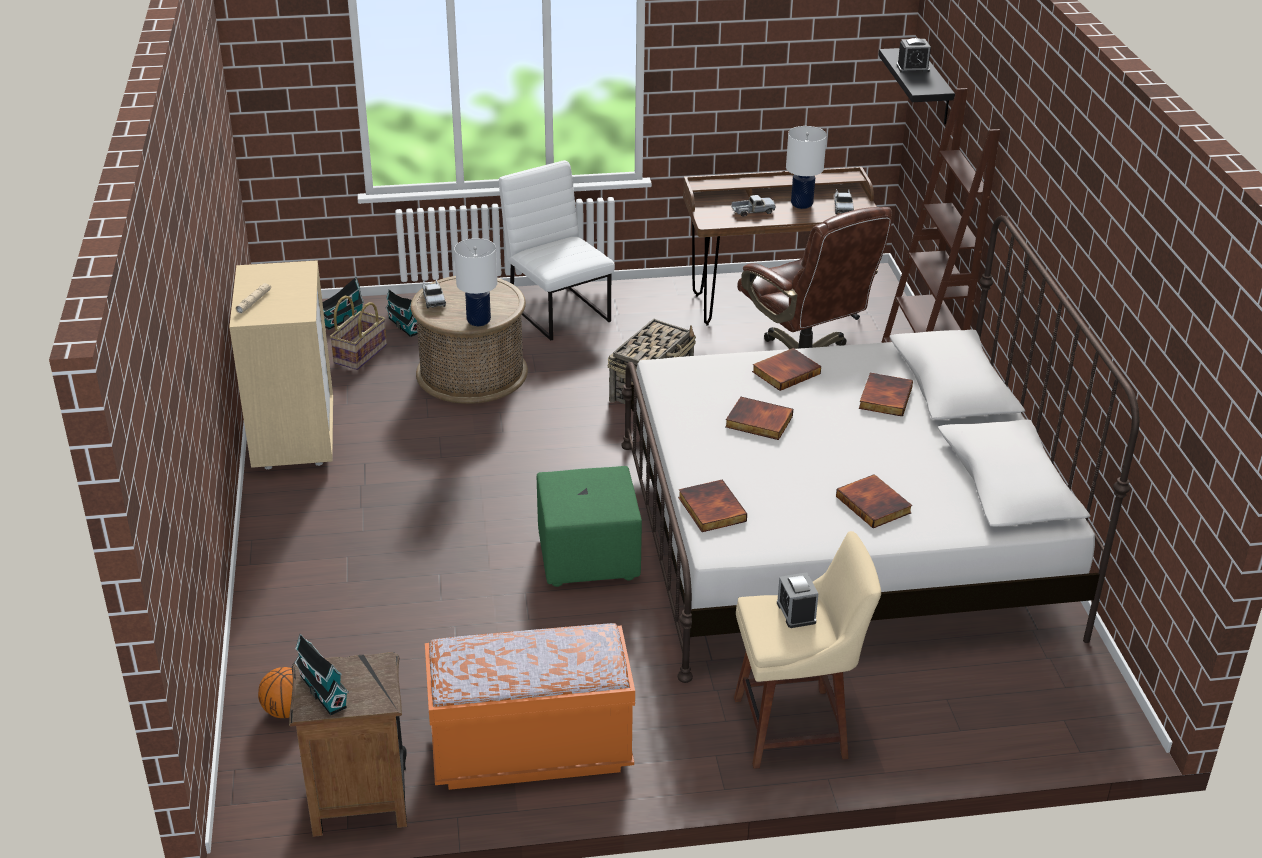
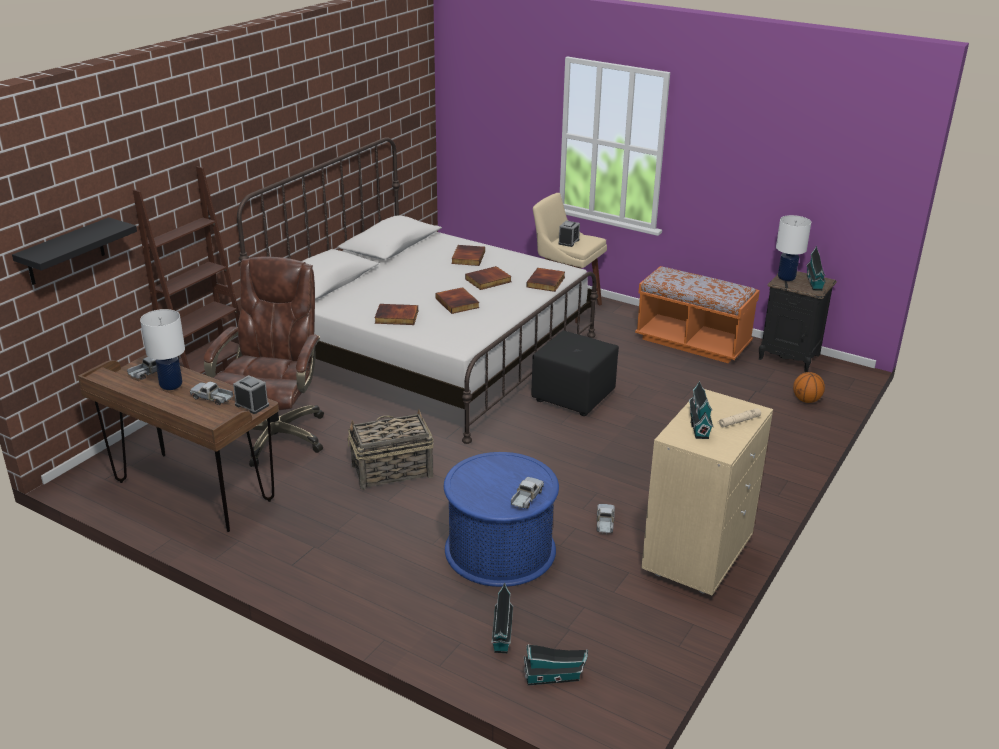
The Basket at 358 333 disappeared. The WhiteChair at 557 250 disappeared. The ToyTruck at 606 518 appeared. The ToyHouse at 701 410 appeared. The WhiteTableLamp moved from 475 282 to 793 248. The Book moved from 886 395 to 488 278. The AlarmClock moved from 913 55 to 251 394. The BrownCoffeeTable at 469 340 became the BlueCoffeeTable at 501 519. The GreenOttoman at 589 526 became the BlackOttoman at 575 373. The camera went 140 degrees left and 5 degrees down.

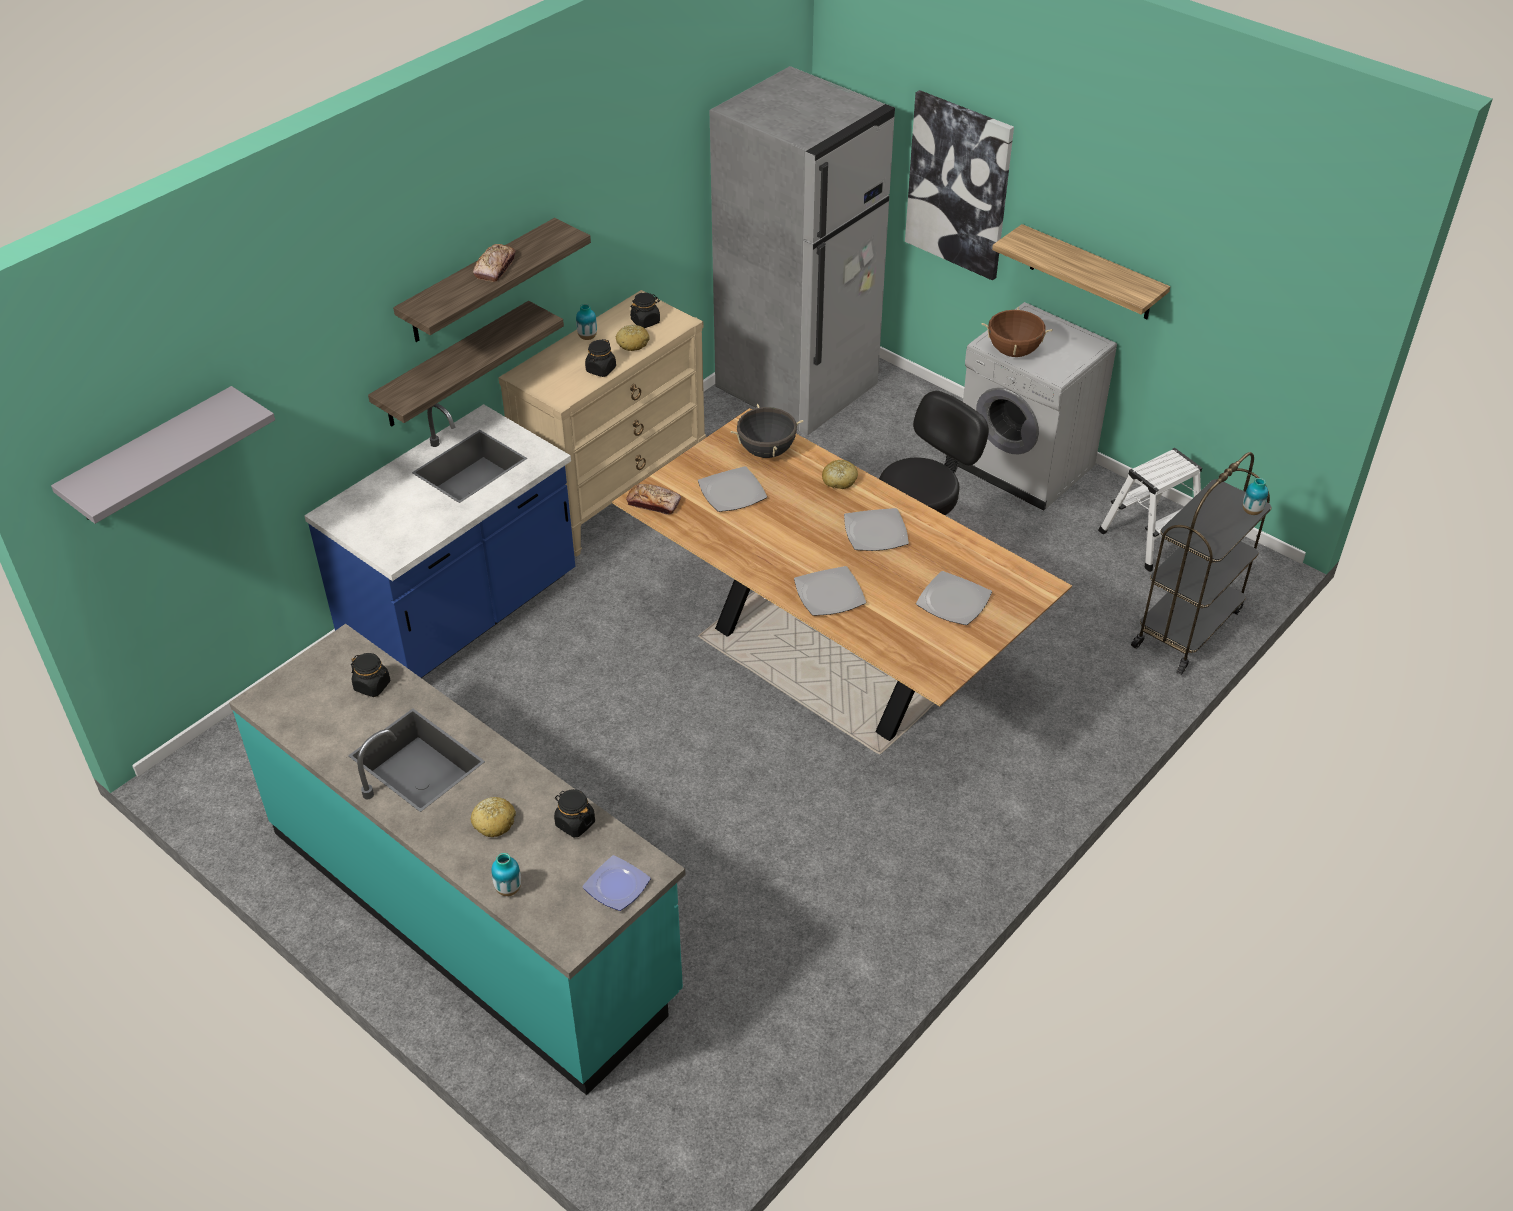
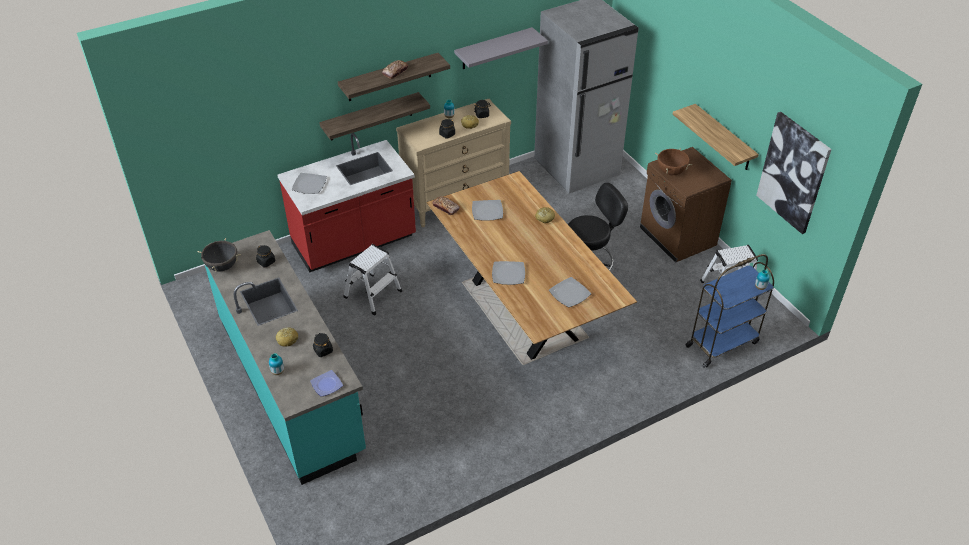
The WhiteStepLadder at 372 279 appeared. The GreyShelf moved from 163 455 to 501 48. The BlackCookingPot moved from 766 431 to 219 255. The Plate moved from 876 529 to 309 183. The Picture moved from 959 185 to 794 173. The BlueCounter at 439 540 became the RedCounter at 346 202. The WhiteWashingMachine at 1037 406 became the BrownWashingMachine at 686 205. The BlackCart at 1201 563 became the BlueCart at 729 311. The camera went 20 degrees right and 0 degrees up.

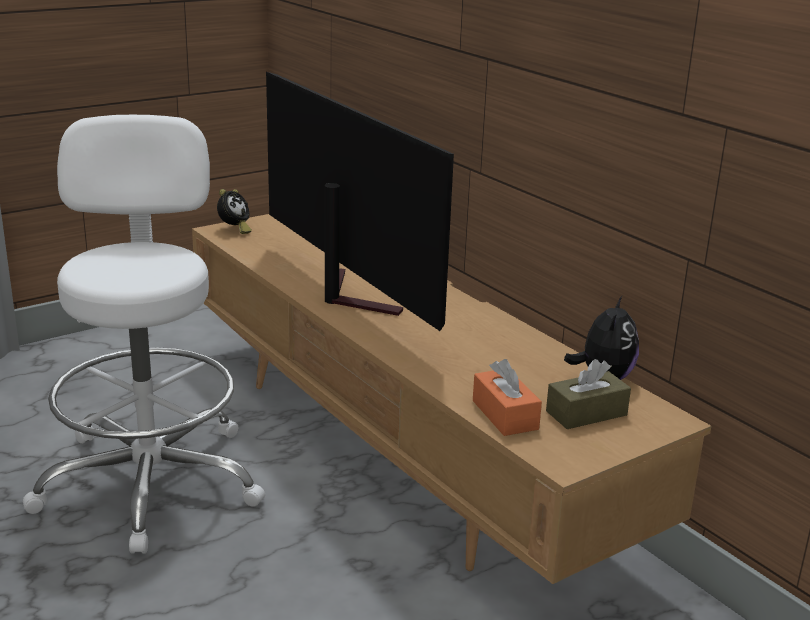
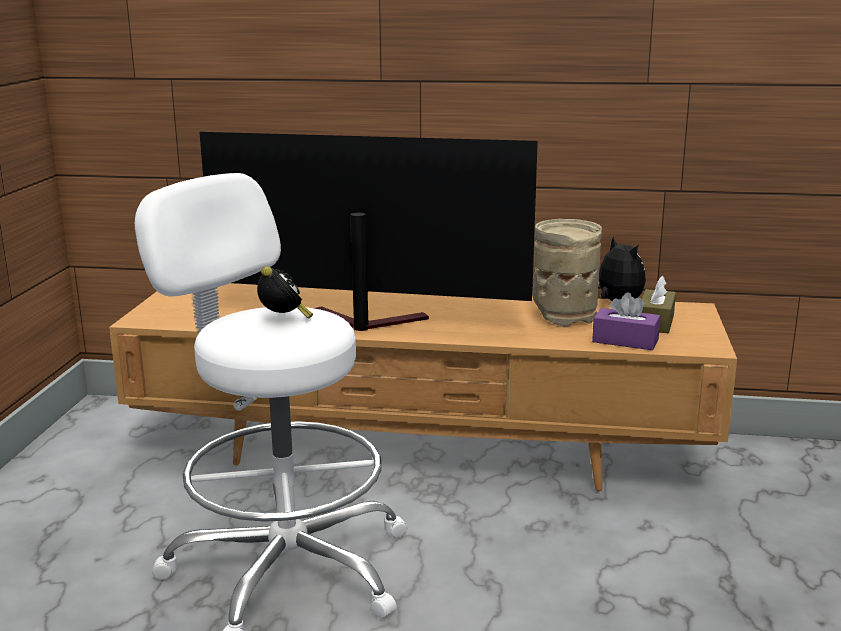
The BeigeVase at 567 273 appeared. The AlarmClock moved from 234 211 to 285 292. The OrangeTissueBox at 507 397 became the PurpleTissueBox at 626 321. The camera went 45 degrees left and 5 degrees down.

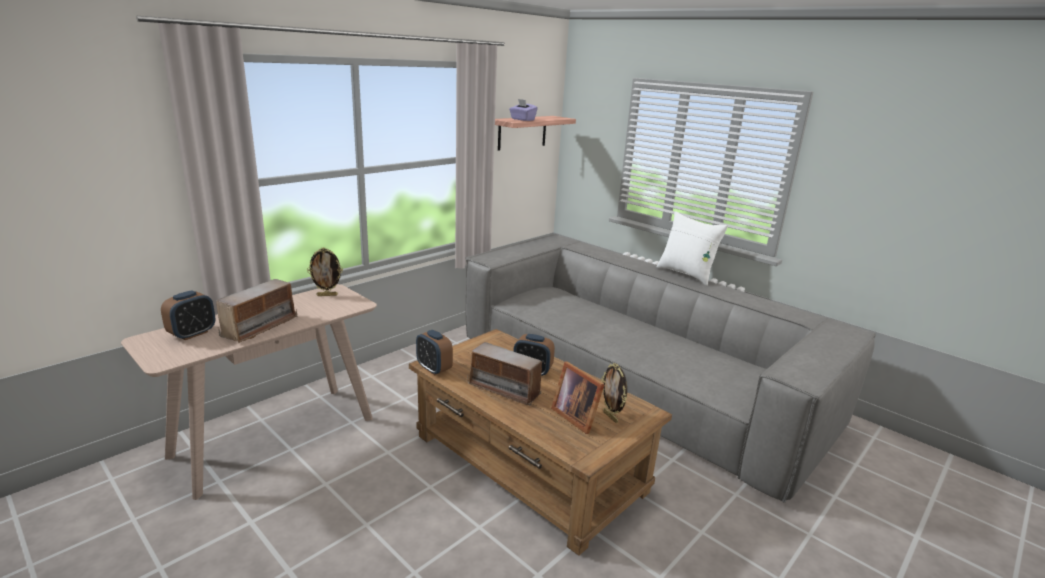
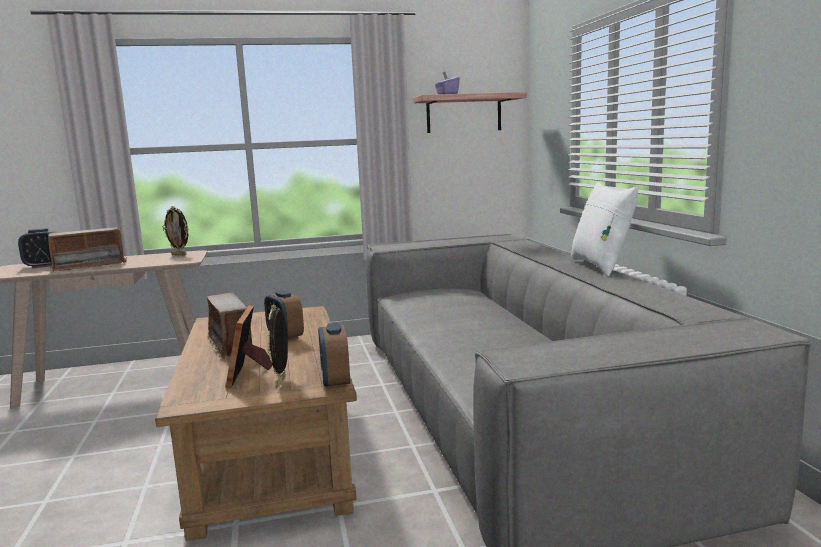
The AlarmClock moved from 434 352 to 334 356. The camera went 35 degrees right and 10 degrees down.

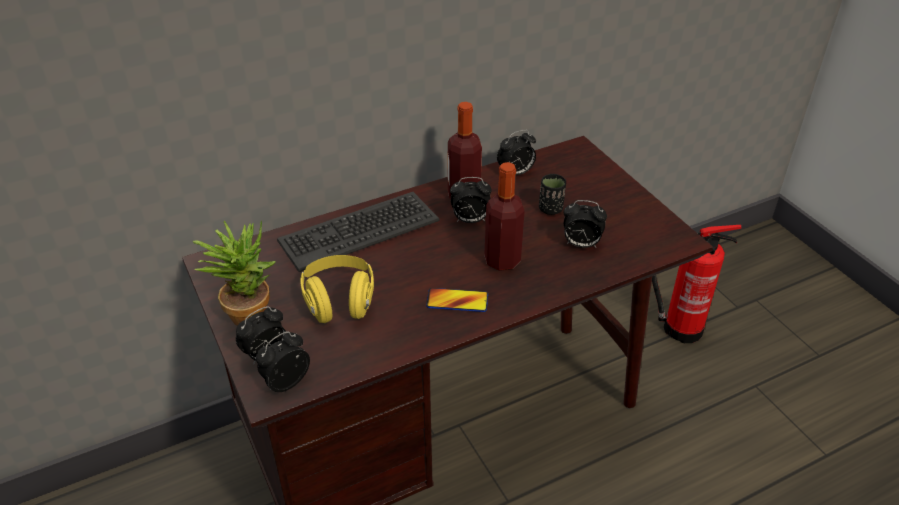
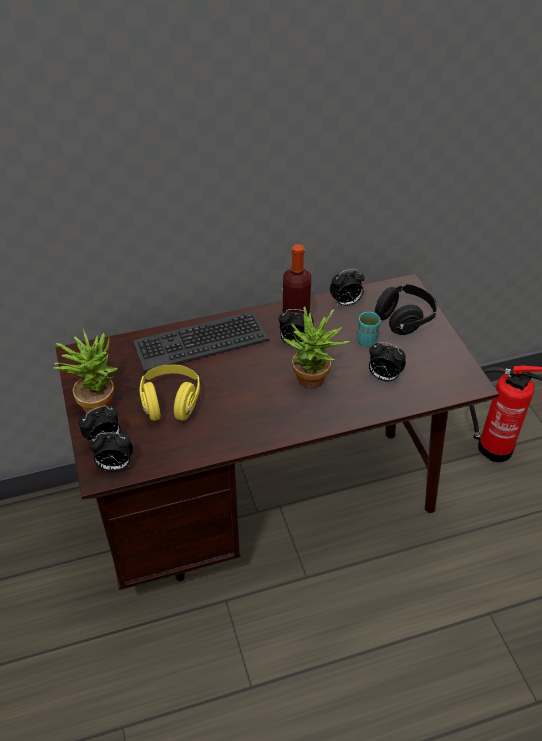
The Phone at 457 300 disappeared. The BlackHeadphones at 406 309 appeared. The Bottle at 504 216 was replaced by the PottedPlant at 316 348. The BlackCup at 552 194 became the TurquoiseCup at 369 329. The AlarmClock at 283 361 turned 150 degrees counterclockwise. The camera went 10 degrees right and 5 degrees up.

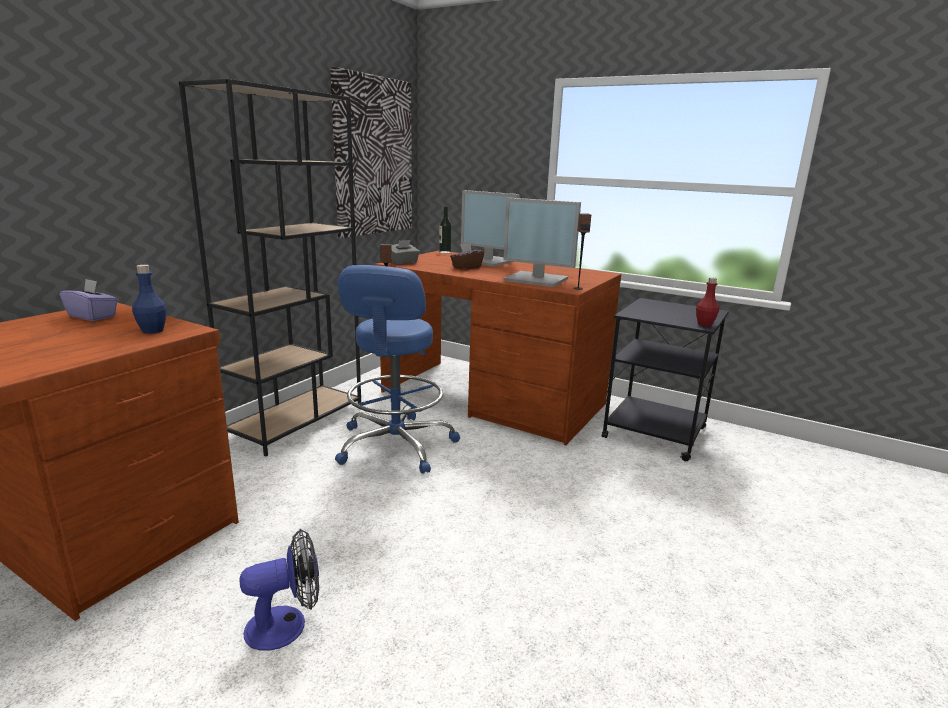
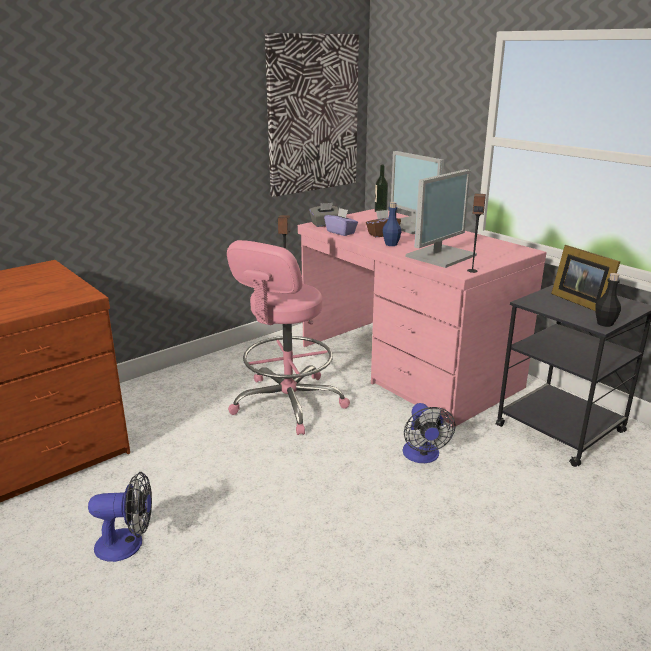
The Bookcase at 270 267 disappeared. The Fan at 429 433 appeared. The PictureFrame at 585 278 appeared. The PurpleTissueBox moved from 88 300 to 341 222. The BlueBottle moved from 149 299 to 392 224. The BlueStool at 397 369 became the PinkStool at 288 337. The BrownDesk at 498 348 became the PinkDesk at 422 318. The RedBottle at 707 301 became the BlackBottle at 608 300. The Monitor at 542 242 turned 90 degrees counterclockwise. The camera went 20 degrees right and 5 degrees up.

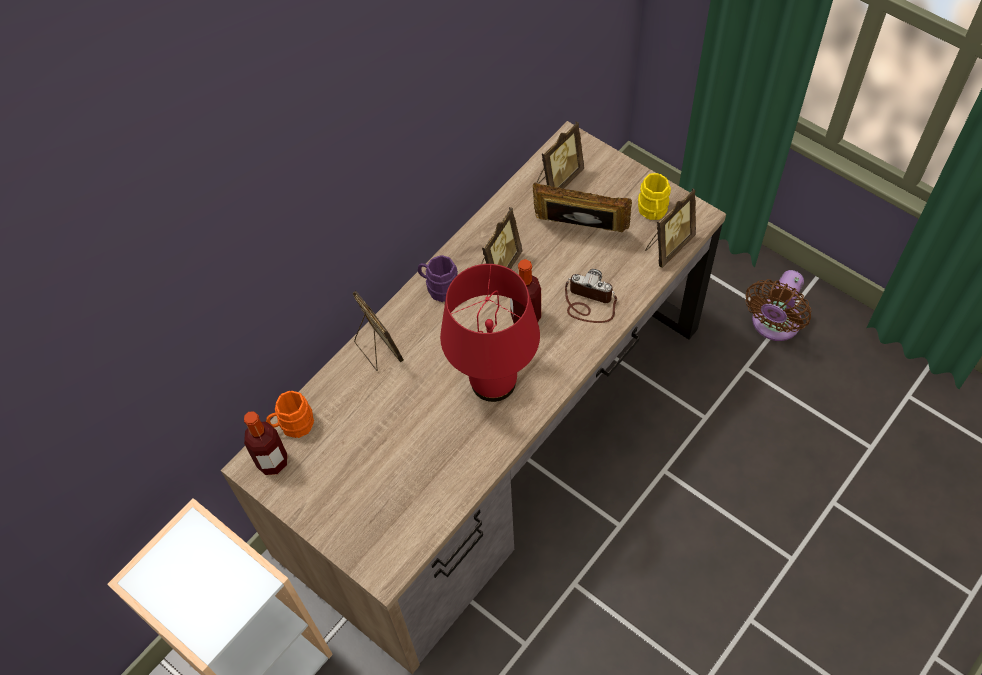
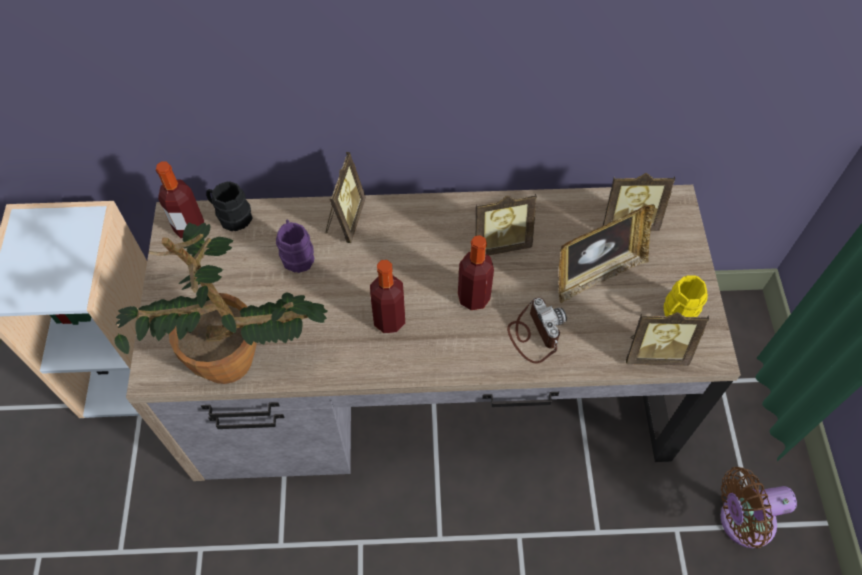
The PottedPlant at 221 303 appeared. The PurpleMug moved from 438 278 to 295 246. The RedTableLamp at 490 333 was replaced by the Bottle at 387 296. The OrangeMug at 290 414 became the BlackMug at 229 206. The PictureFrame at 582 208 turned 90 degrees clockwise. The camera went 45 degrees right and 0 degrees up.

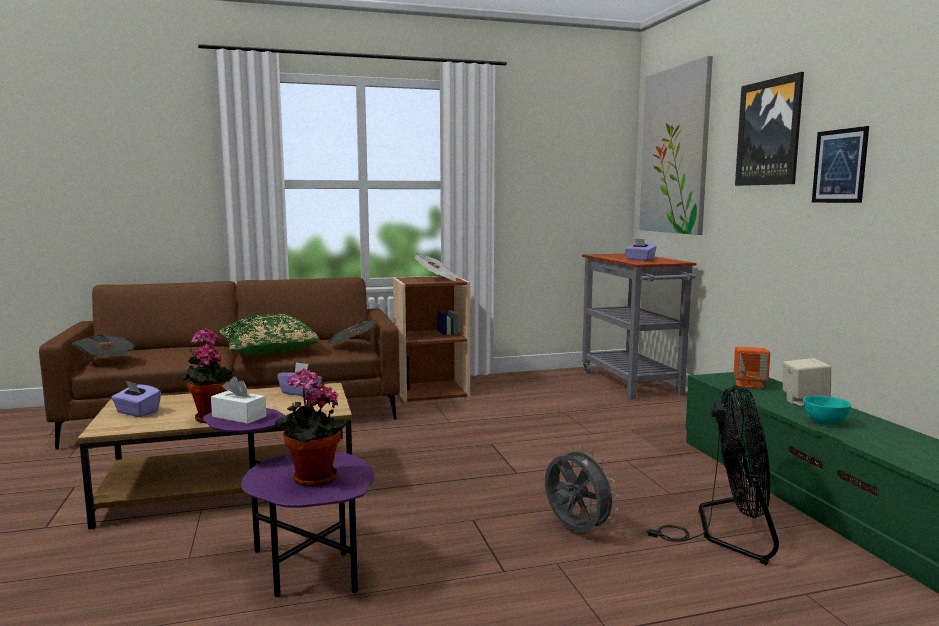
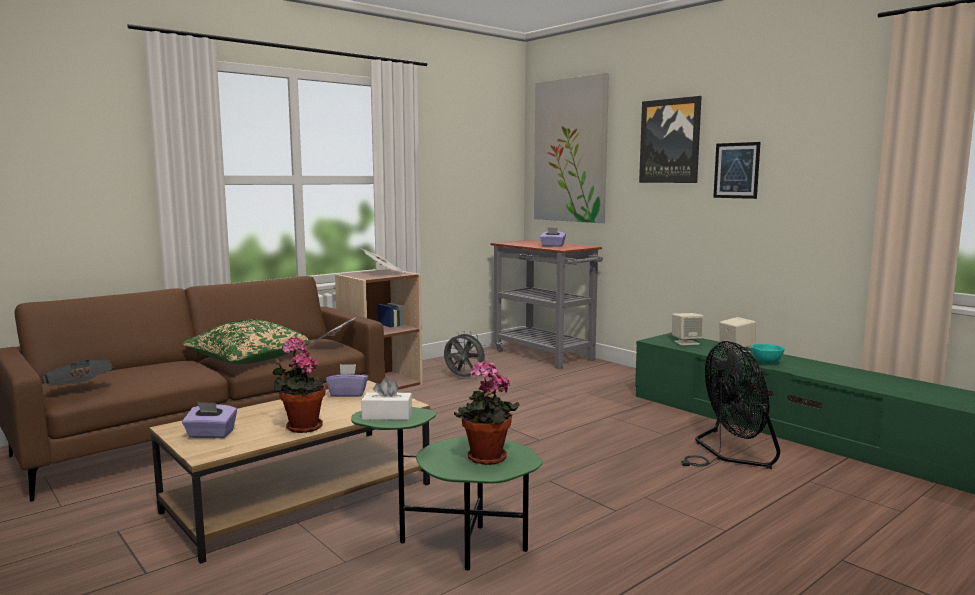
The GreyFan moved from 582 489 to 466 354. The PurpleSideTable at 289 502 became the GreenSideTable at 447 489. The OrangeSpeaker at 752 368 became the BeigeSpeaker at 688 329. The camera went 25 degrees left and 0 degrees up.

